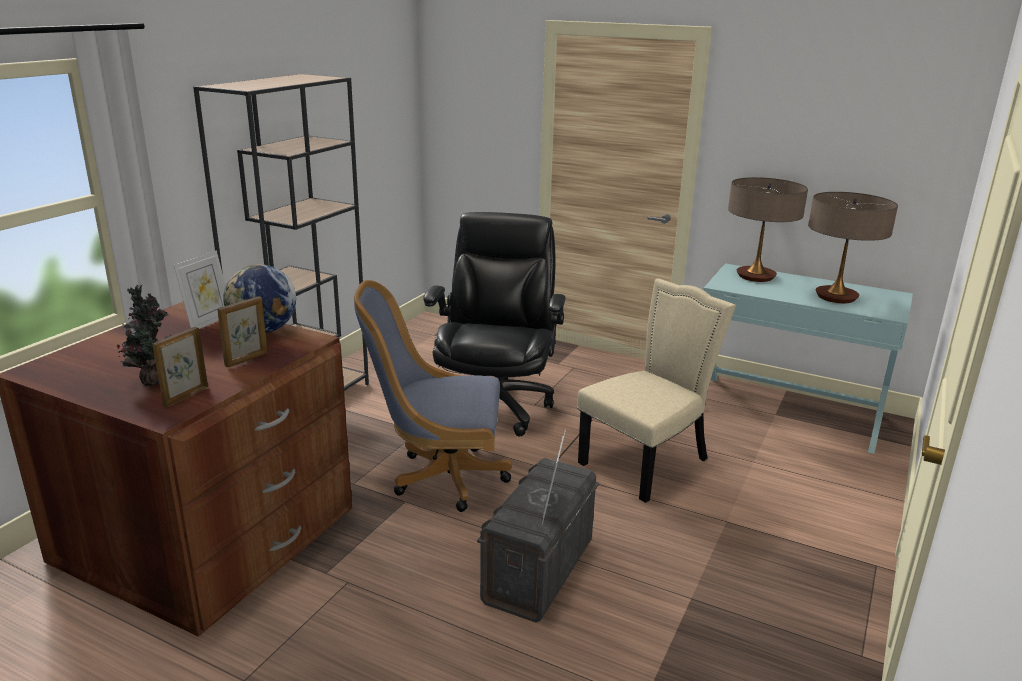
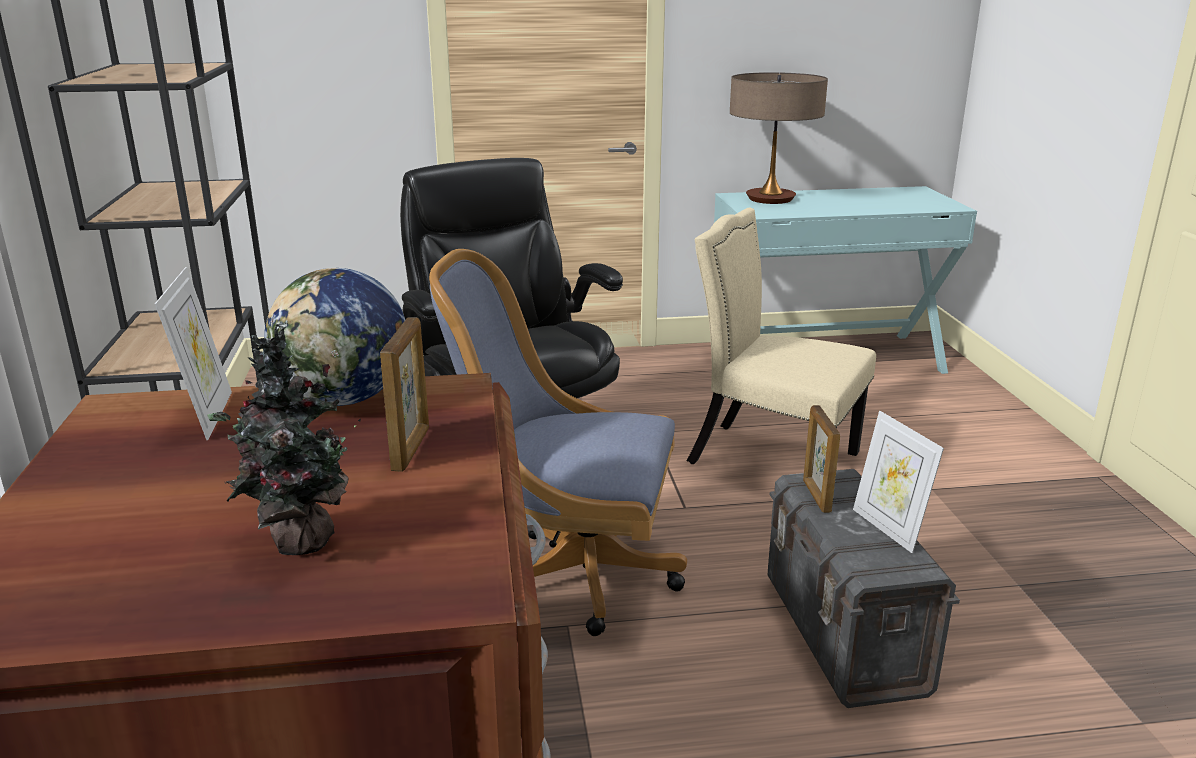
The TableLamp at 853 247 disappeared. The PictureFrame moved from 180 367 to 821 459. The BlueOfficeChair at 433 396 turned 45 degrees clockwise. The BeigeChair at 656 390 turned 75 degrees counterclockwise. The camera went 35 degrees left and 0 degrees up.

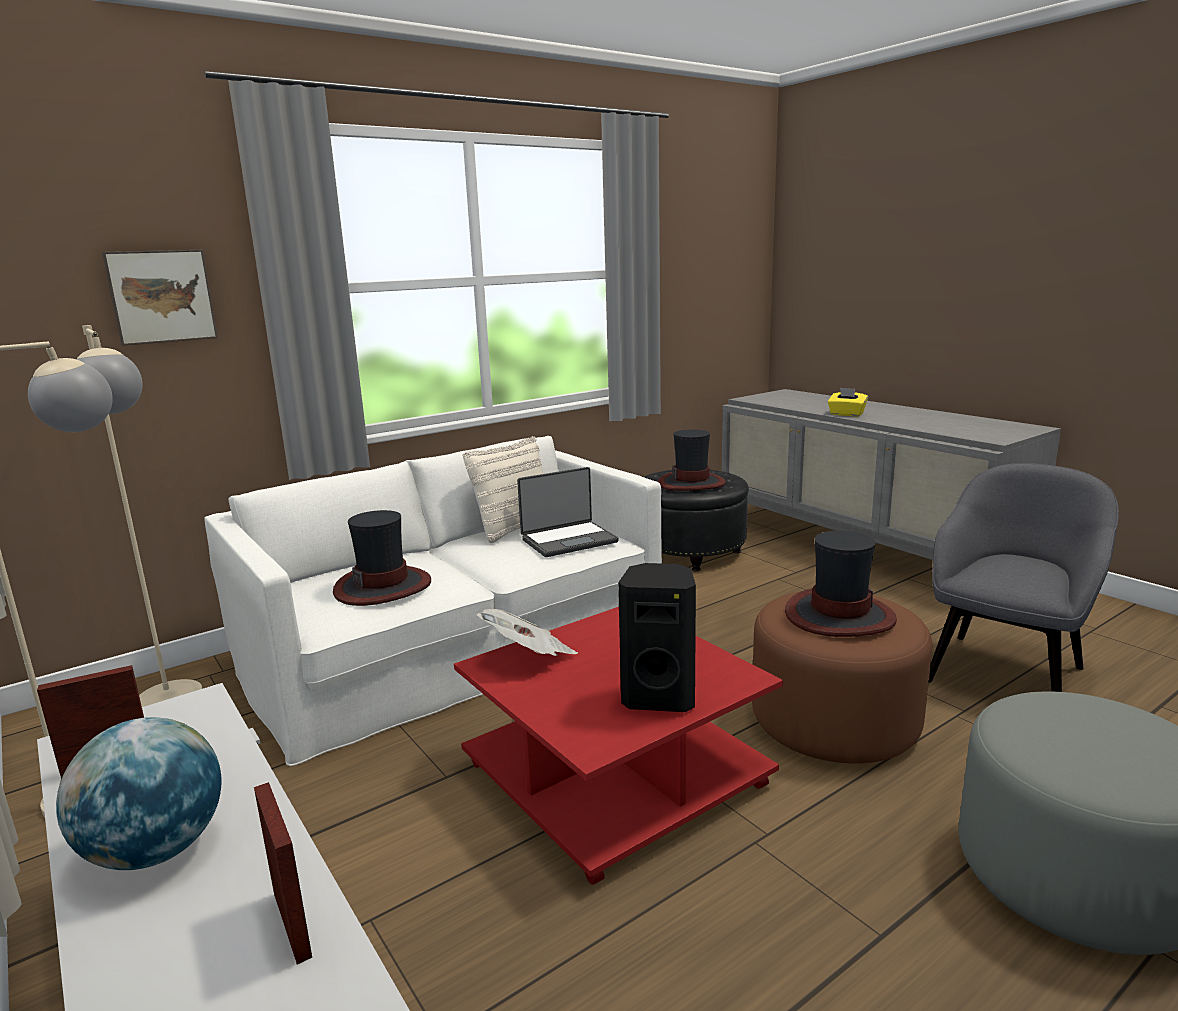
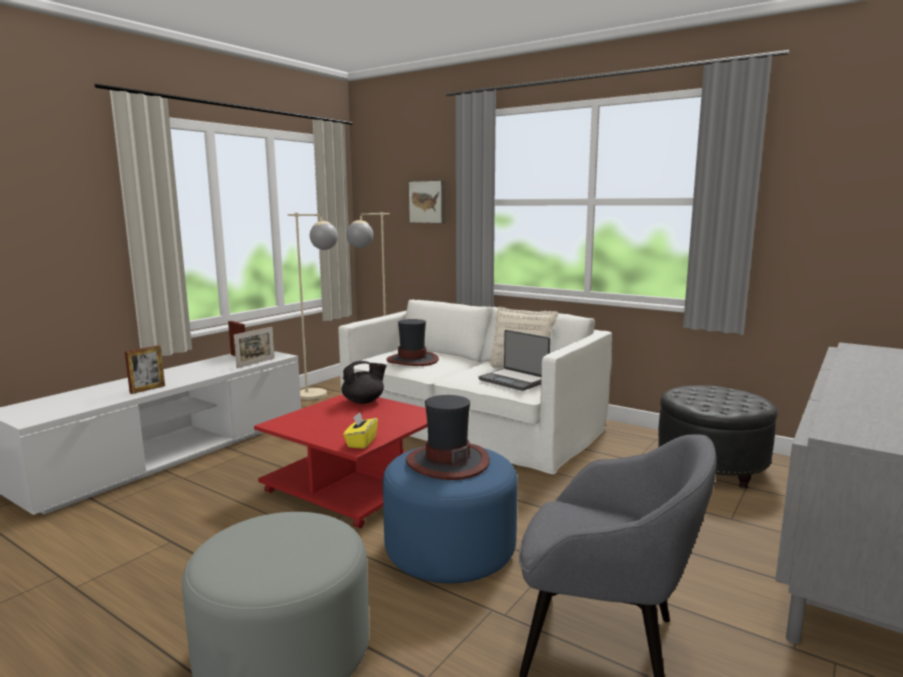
The Globe at 138 793 disappeared. The BlackSpeaker at 657 637 disappeared. The Hat at 692 460 disappeared. The PictureFrame at 254 347 appeared. The YellowTissueBox moved from 848 402 to 360 430. The Newspaper at 527 632 was replaced by the BlackTeapot at 364 382. The BrownOttoman at 842 677 became the BlueOttoman at 450 514. The camera went 70 degrees right and 5 degrees down.

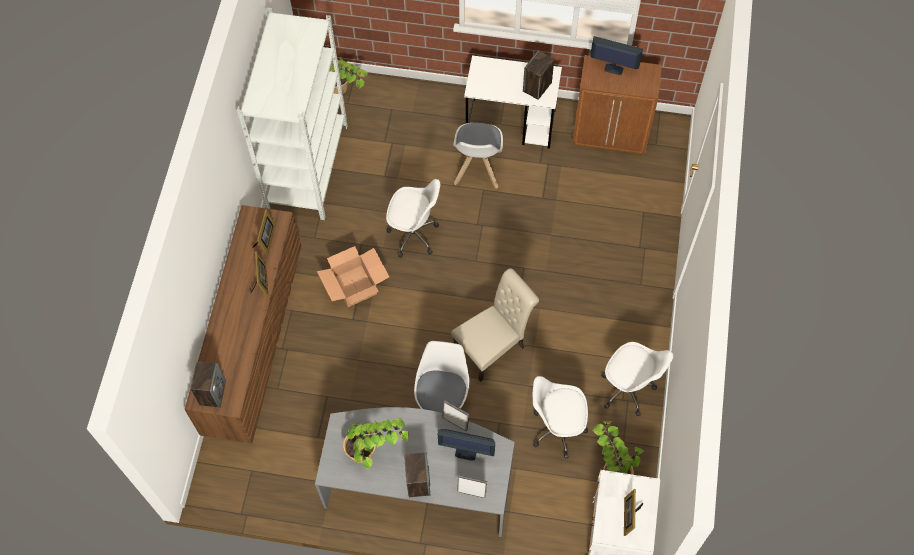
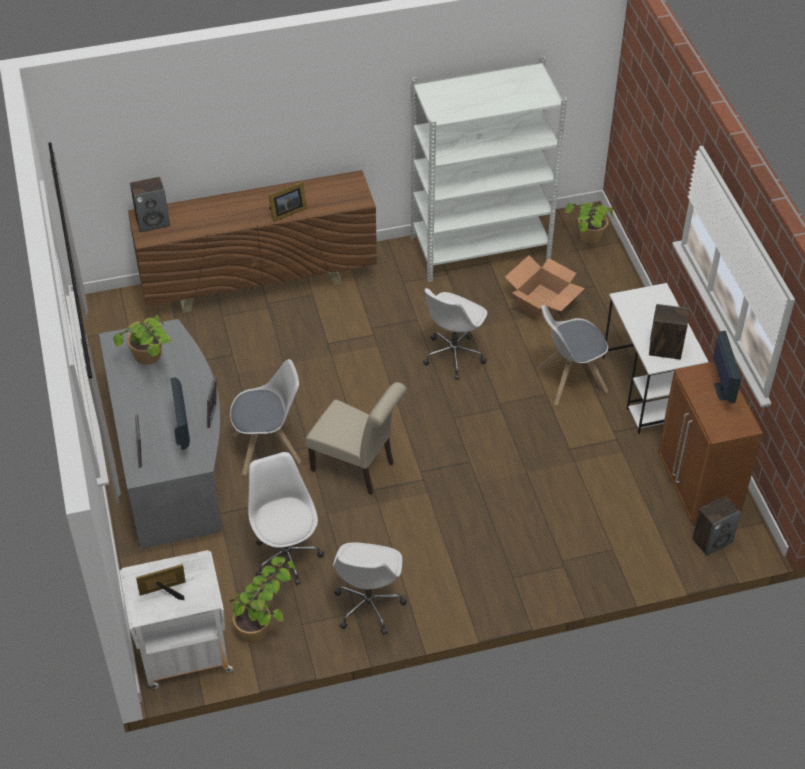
The PictureFrame at 264 232 disappeared. The CardboardBox moved from 353 276 to 545 289. The Speaker moved from 417 474 to 716 526. The WhiteOfficeChair at 413 218 turned 45 degrees clockwise. The camera went 65 degrees right and 15 degrees down.

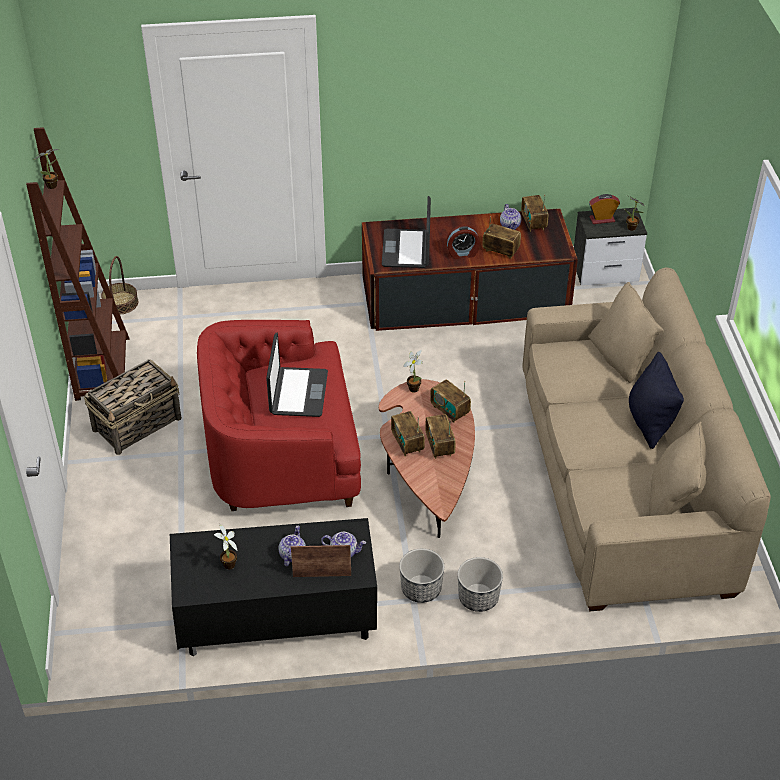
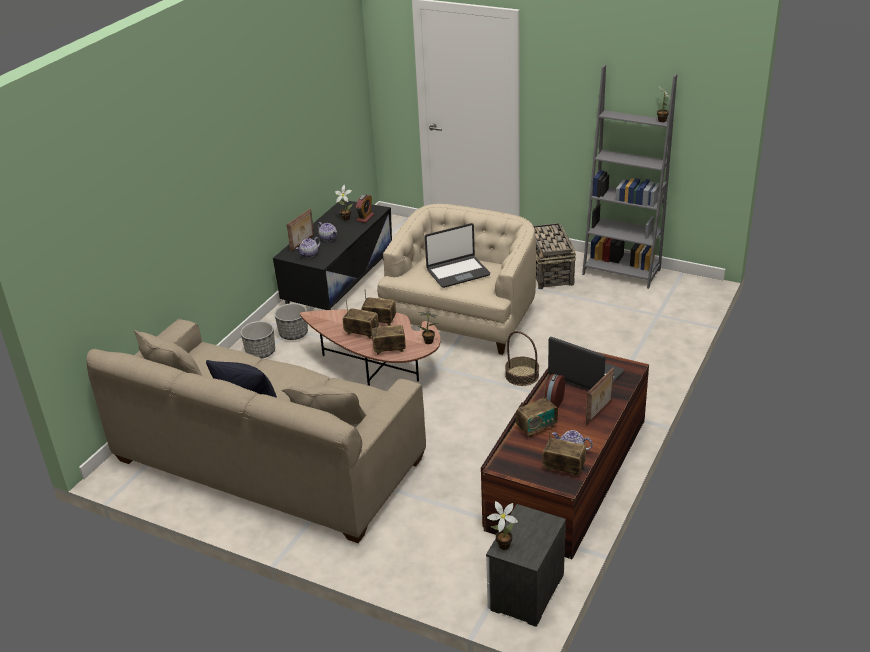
The PictureFrame at 600 396 appeared. The Basket moved from 119 285 to 522 358. The AlarmClock moved from 604 209 to 365 208. The BrownBookcase at 77 264 became the GreyBookcase at 629 177. The RedArmchair at 279 415 became the BeigeArmchair at 456 279. The Laptop at 297 374 turned 60 degrees counterclockwise. The camera went 125 degrees right and 10 degrees down.

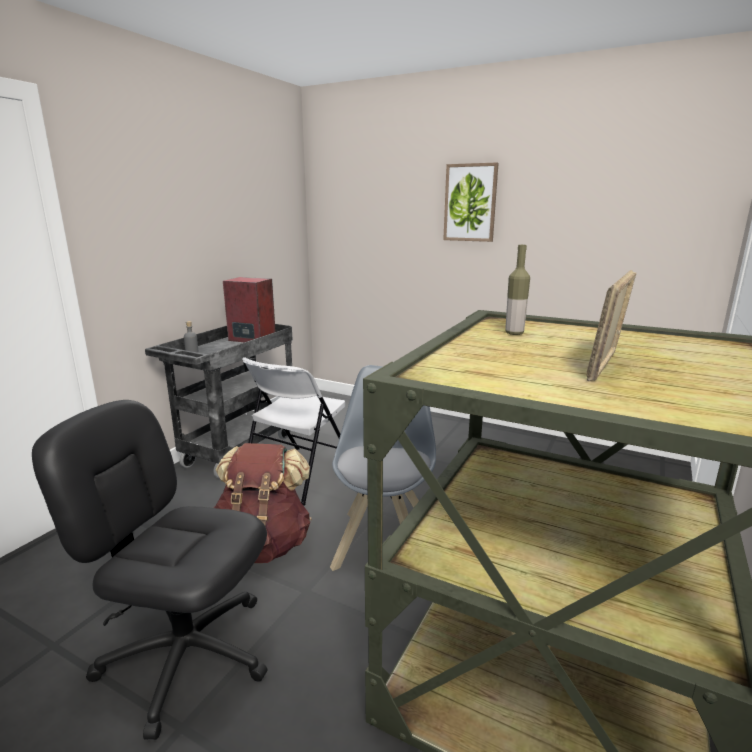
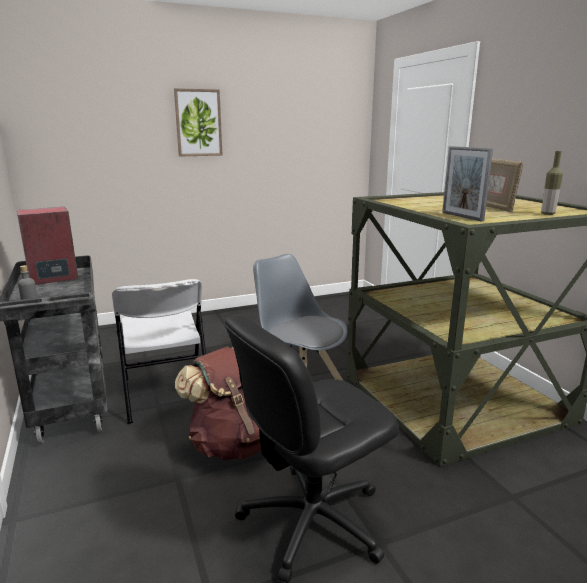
The PictureFrame at 467 184 appeared. The Bottle moved from 517 290 to 552 183. The camera went 50 degrees left and 0 degrees up.

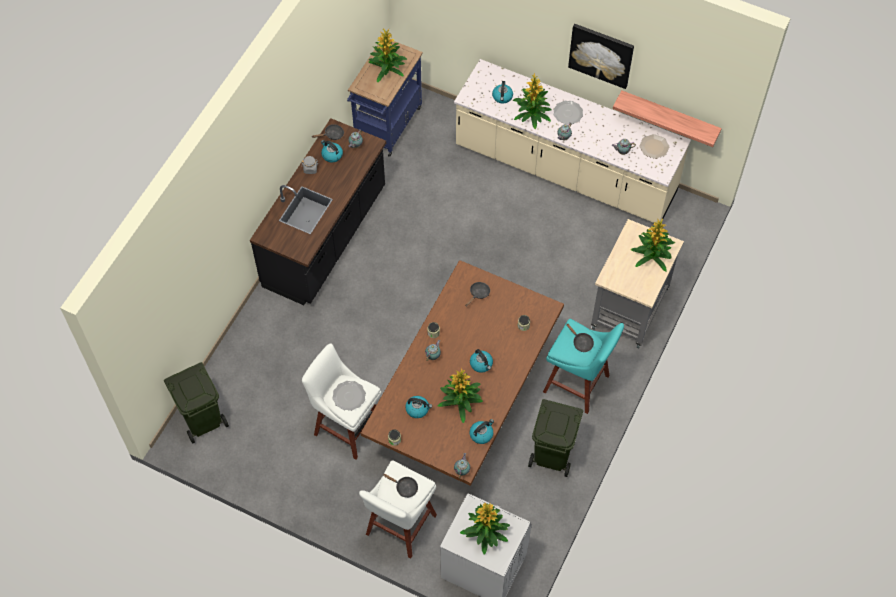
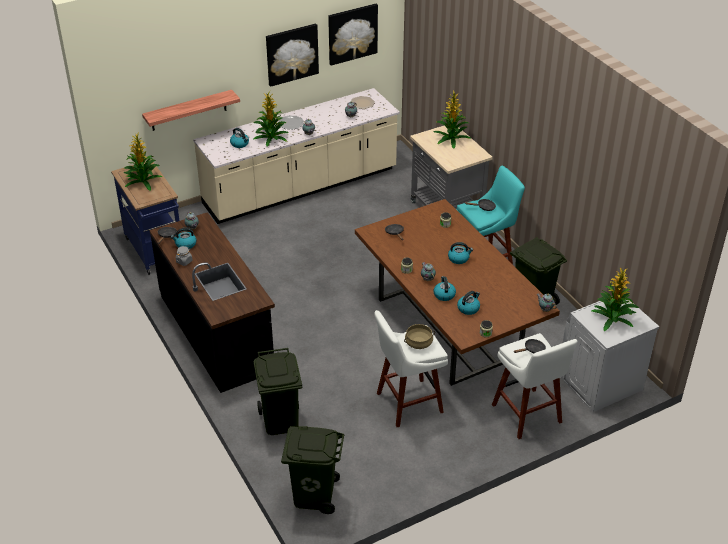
The PottedPlant at 460 395 disappeared. The GreenTrashCan at 278 391 appeared. The Picture at 353 35 appeared. The Kettle moved from 482 431 to 445 288. The Shelf moved from 667 119 to 191 110. The Plate at 349 396 was replaced by the BeigeCookingPot at 419 336. The camera went 55 degrees left and 20 degrees down.

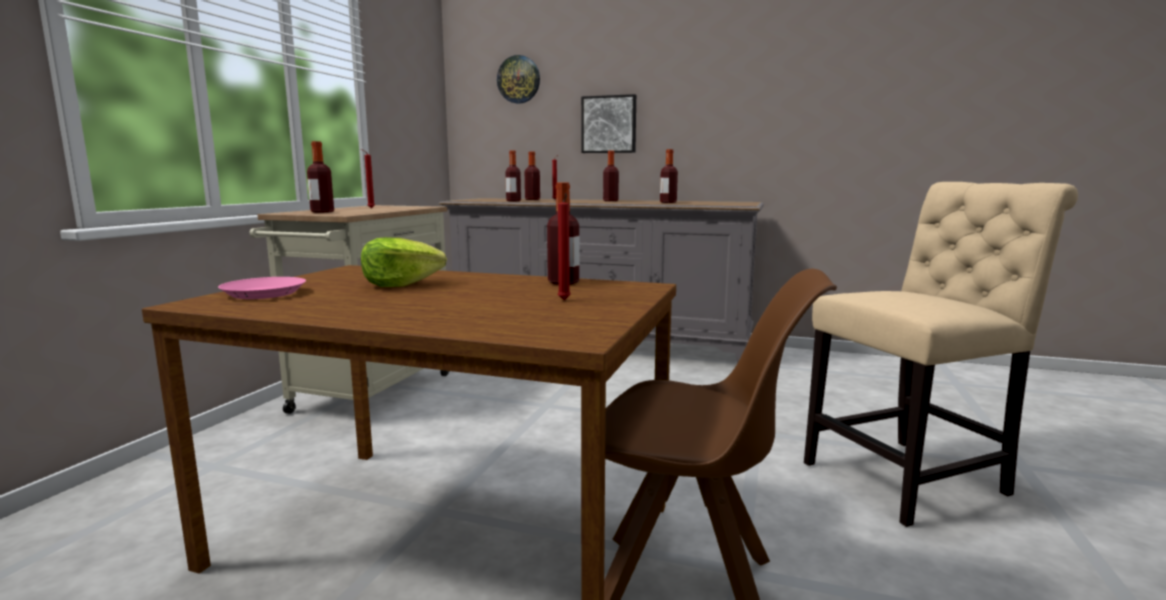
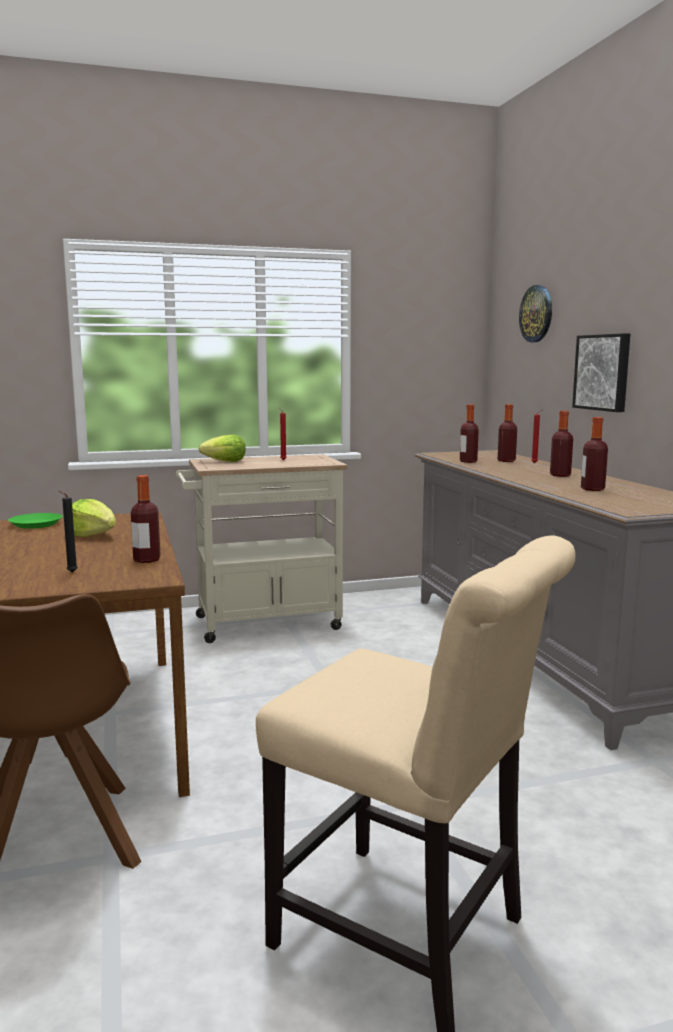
The Bottle at 320 177 was replaced by the Lettuce at 222 448. The PinkPlate at 262 288 became the GreenPlate at 35 521. The RedCandle at 564 246 became the BlackCandle at 68 532. The camera went 55 degrees right and 0 degrees up.

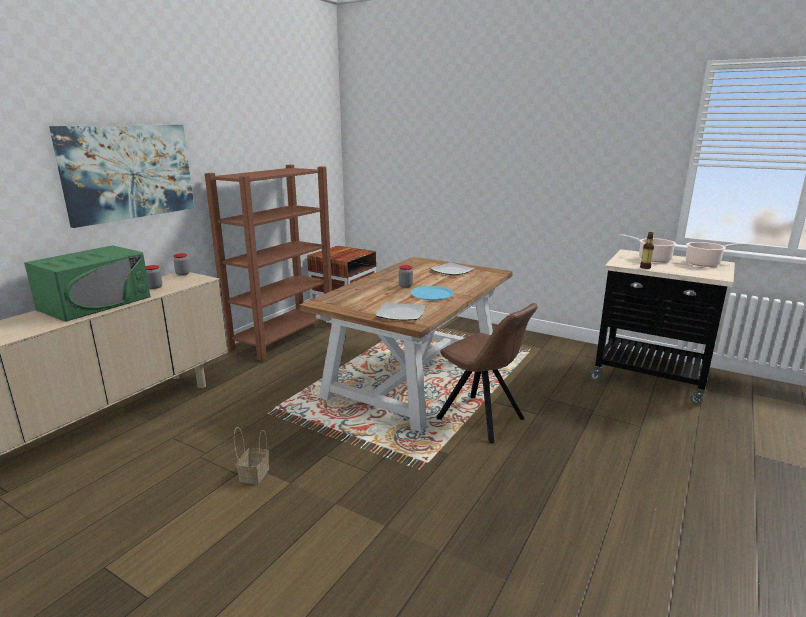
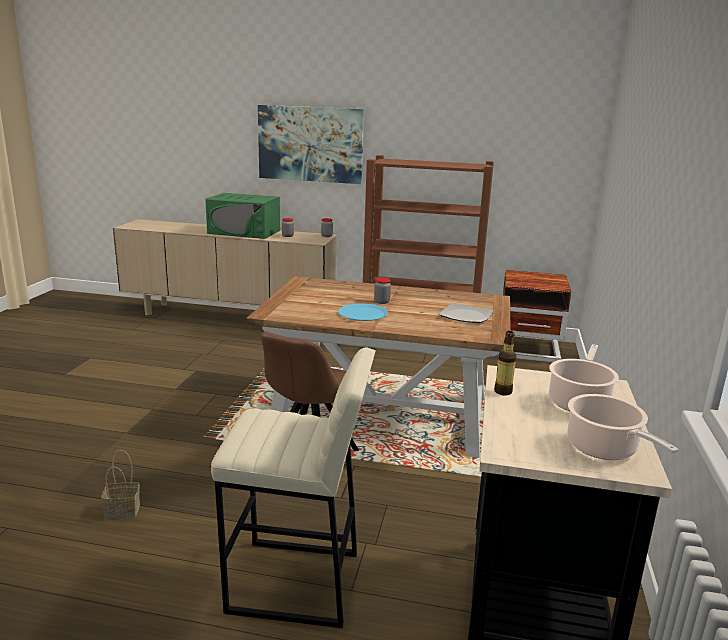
The Plate at 400 311 disappeared. The BeigeStool at 293 487 appeared. The Basket moved from 251 455 to 120 484. The camera went 70 degrees right and 0 degrees up.

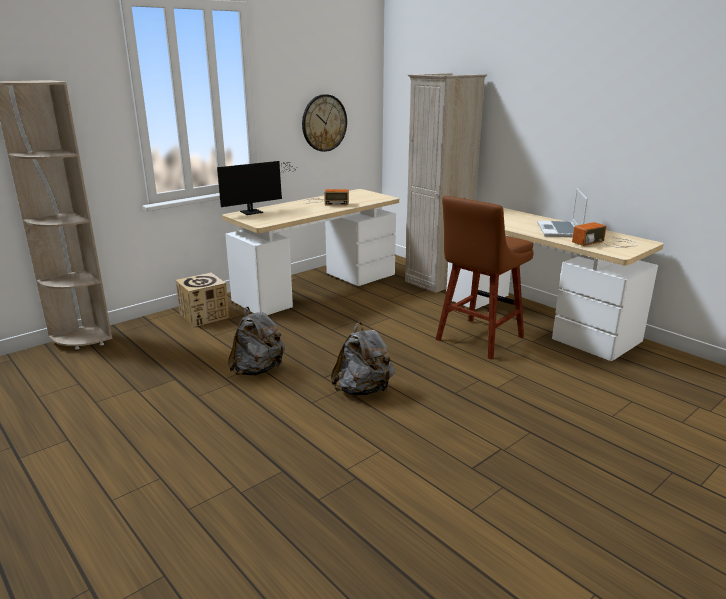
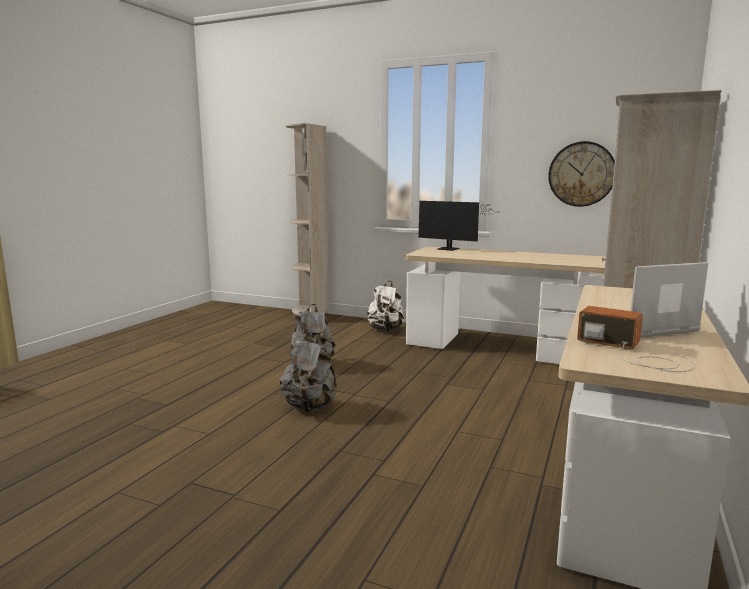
The Radio at 326 197 disappeared. The BrownStool at 484 278 disappeared. The CardboardBox at 202 300 was replaced by the WhiteBackpack at 386 305. The camera went 65 degrees right and 10 degrees down.

